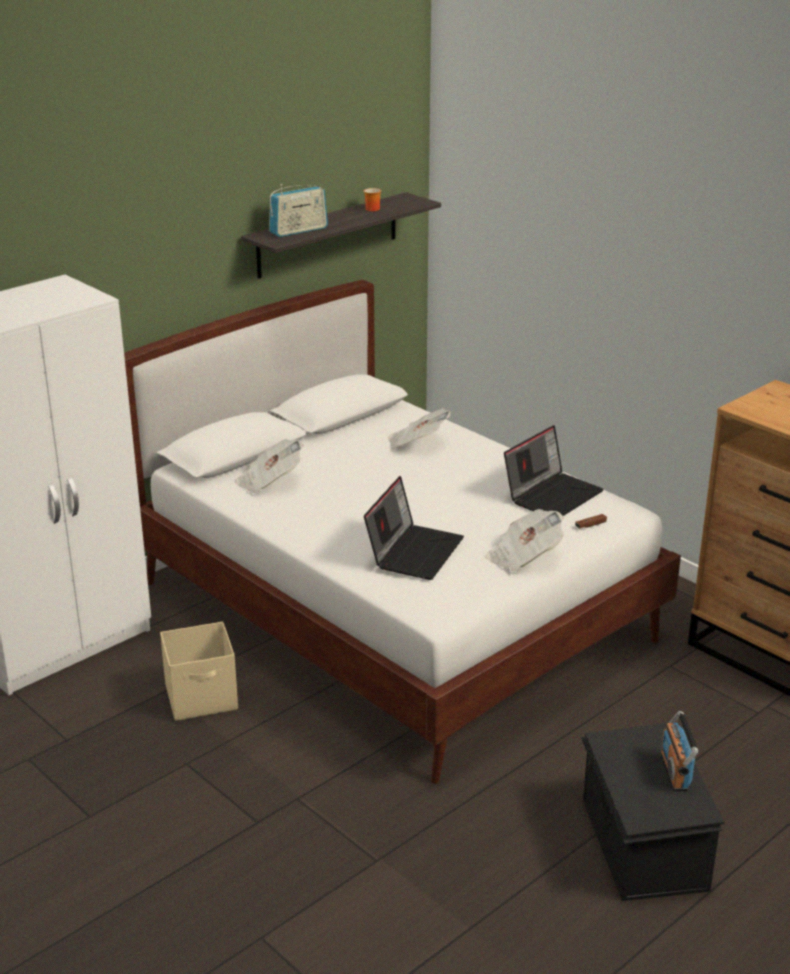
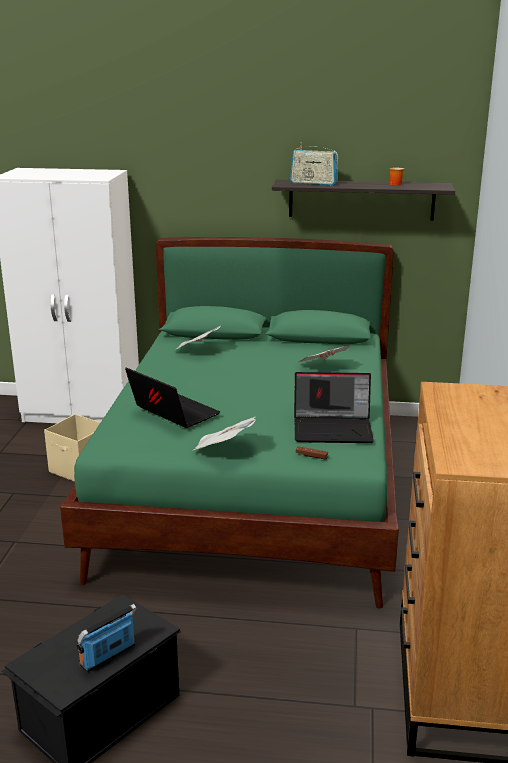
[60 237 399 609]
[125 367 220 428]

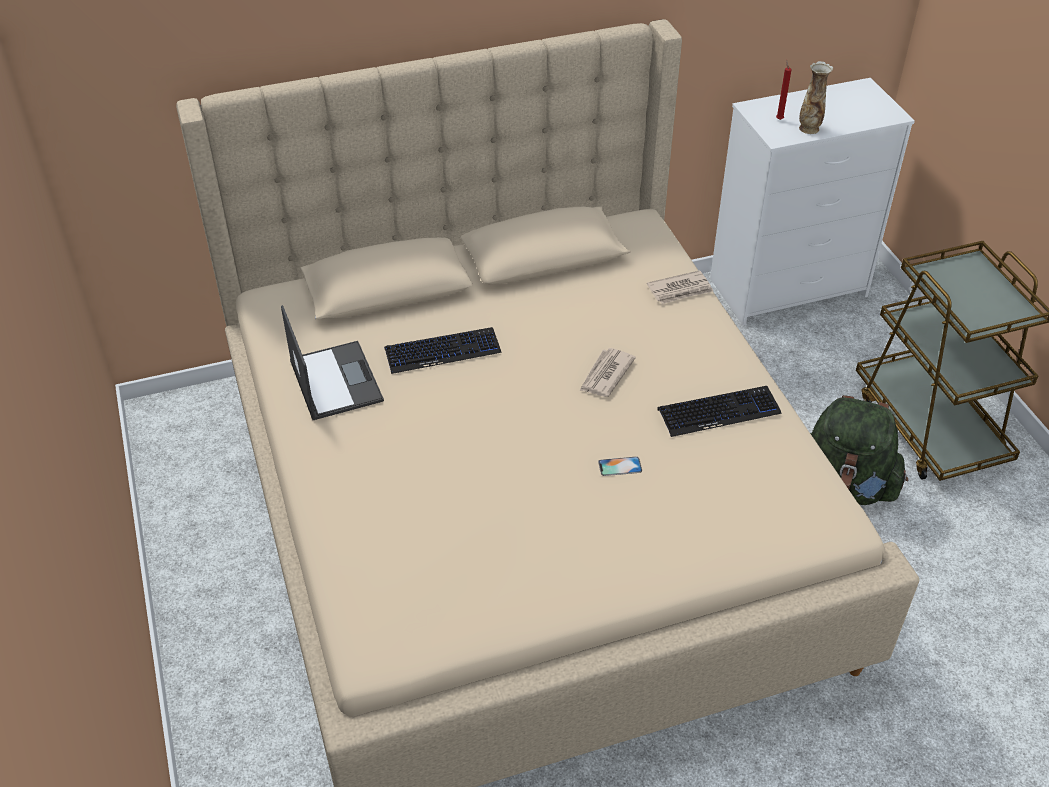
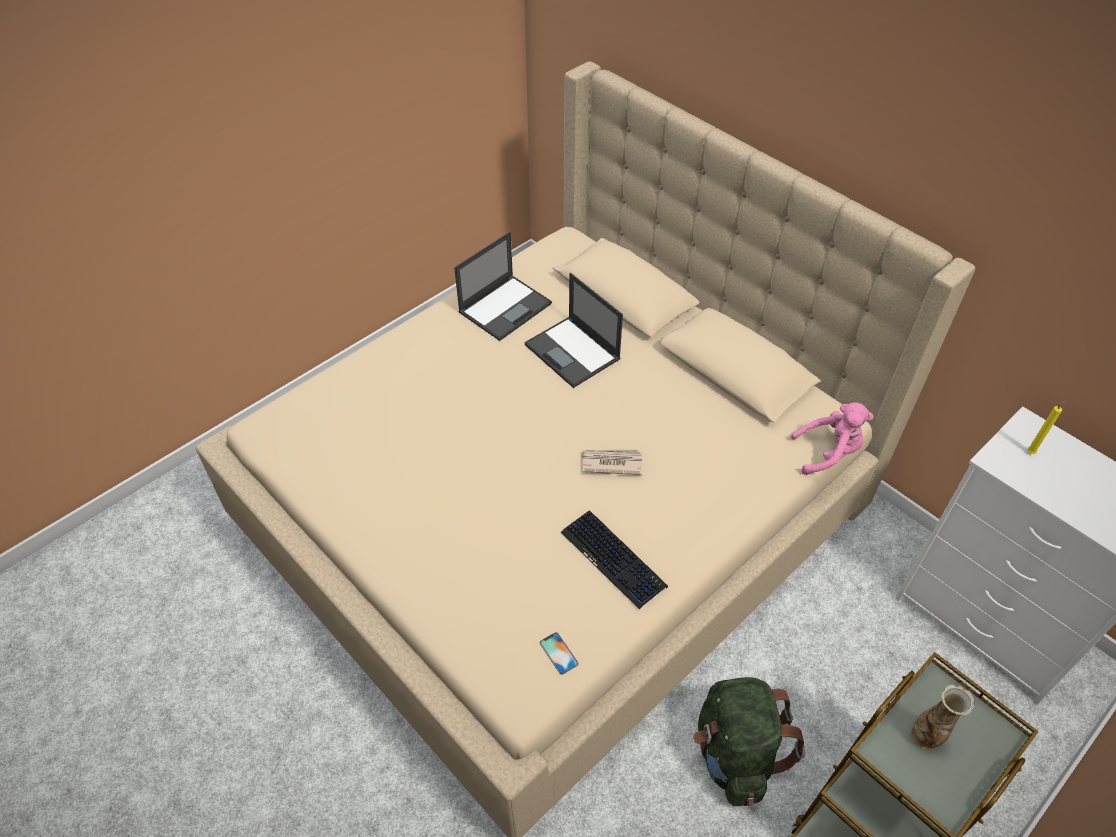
[647 270 713 304] (first image)
[791 403 873 475]
[540 632 579 675]
[911 684 974 751]
[525 273 623 388]
[1027 399 1066 454]

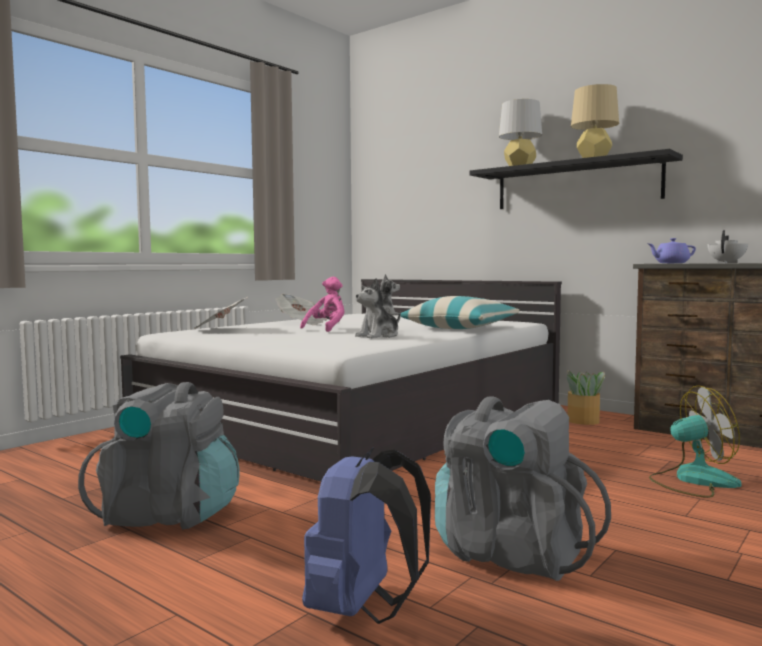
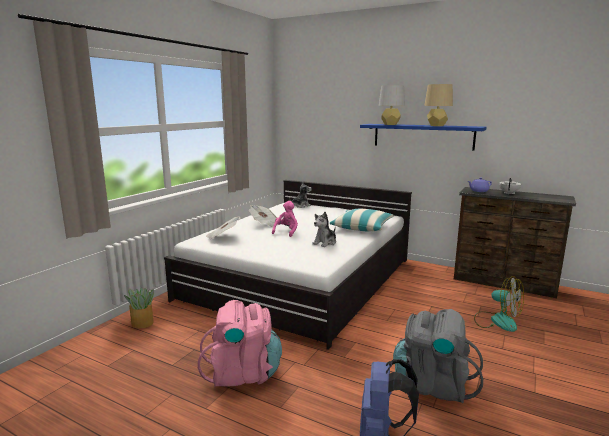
[124 287 154 328]
[198 300 282 387]
[360 124 486 150]
[474 276 524 332]

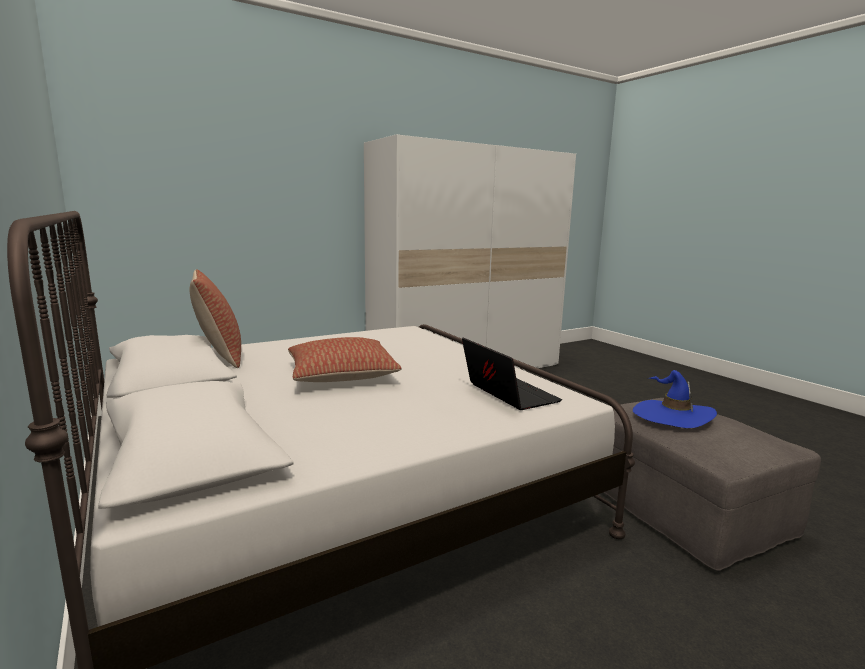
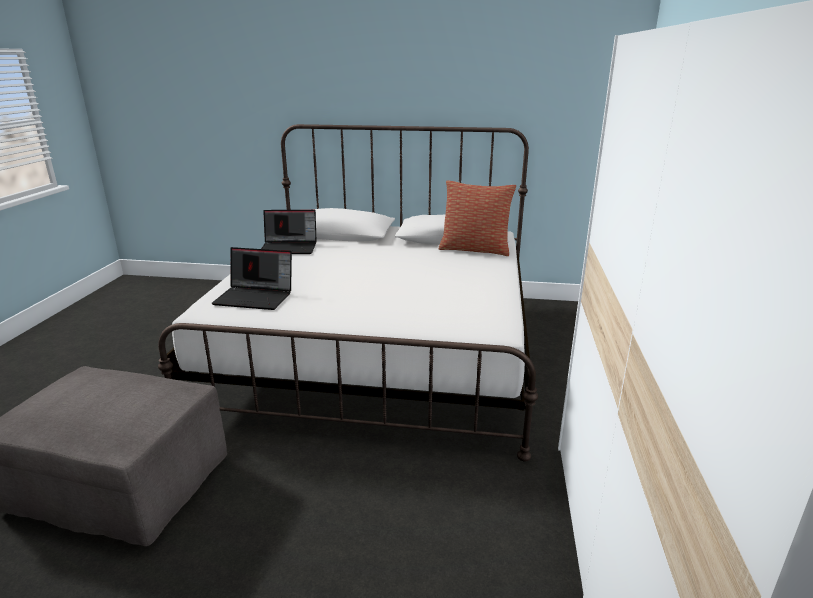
[288 337 401 382] (first image)
[633 370 717 428] (first image)
[261 210 317 254]

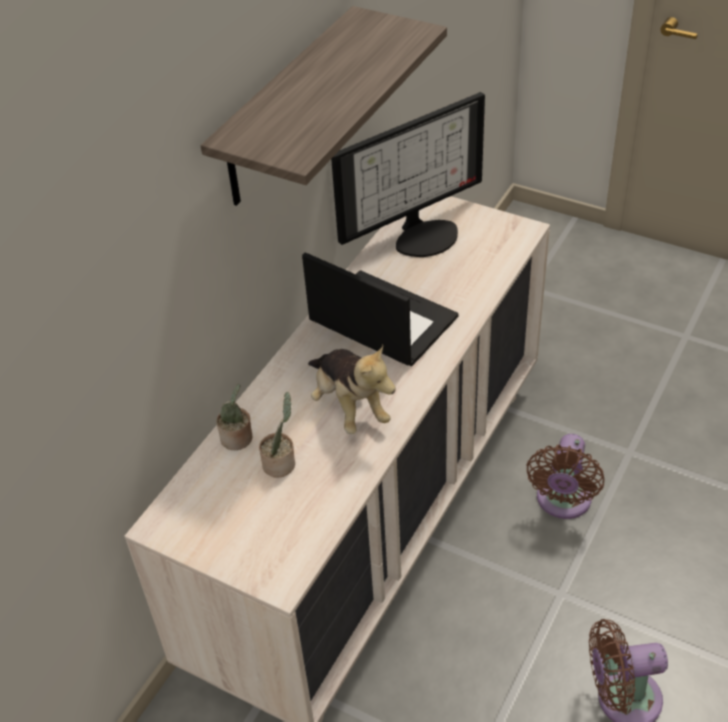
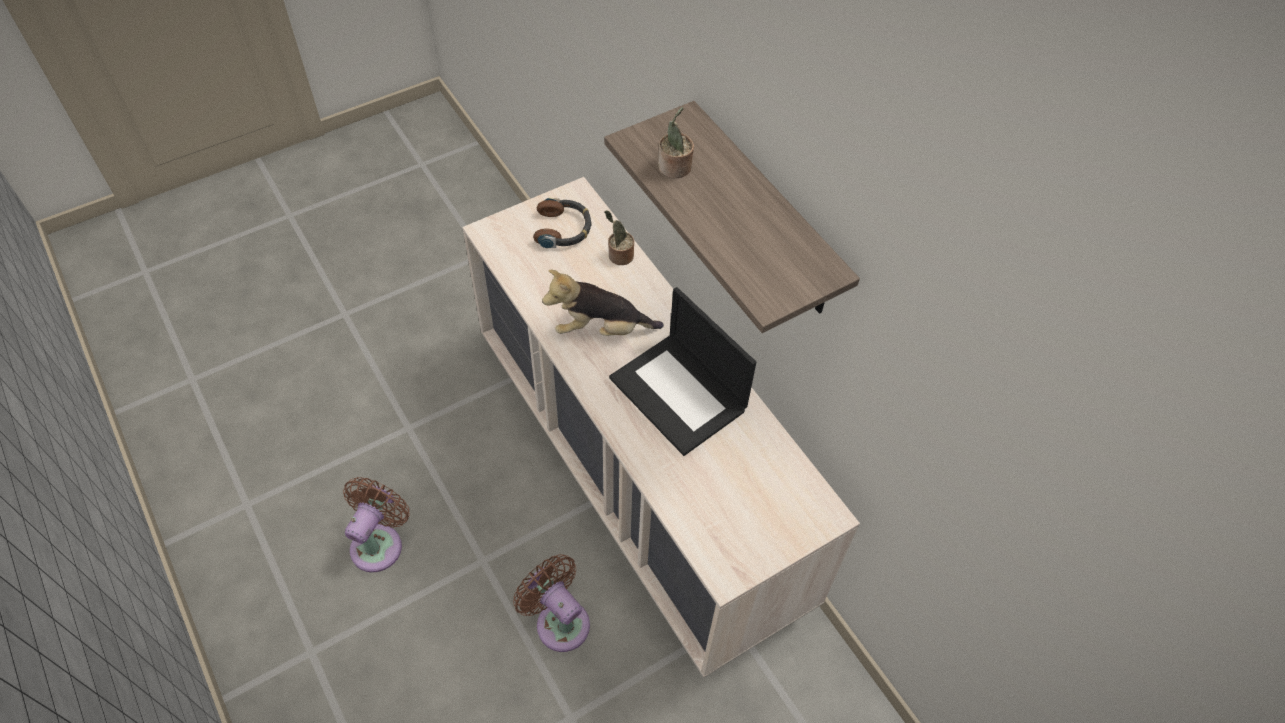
[331 92 485 257] (first image)
[533 197 592 248]
[658 107 694 178]
[609 287 756 456]

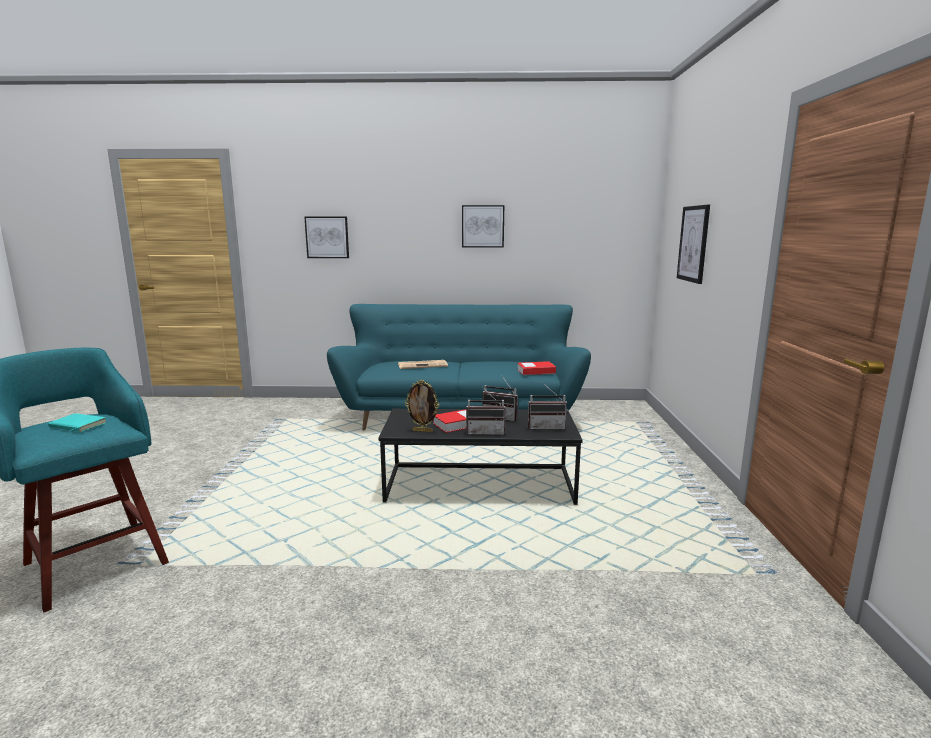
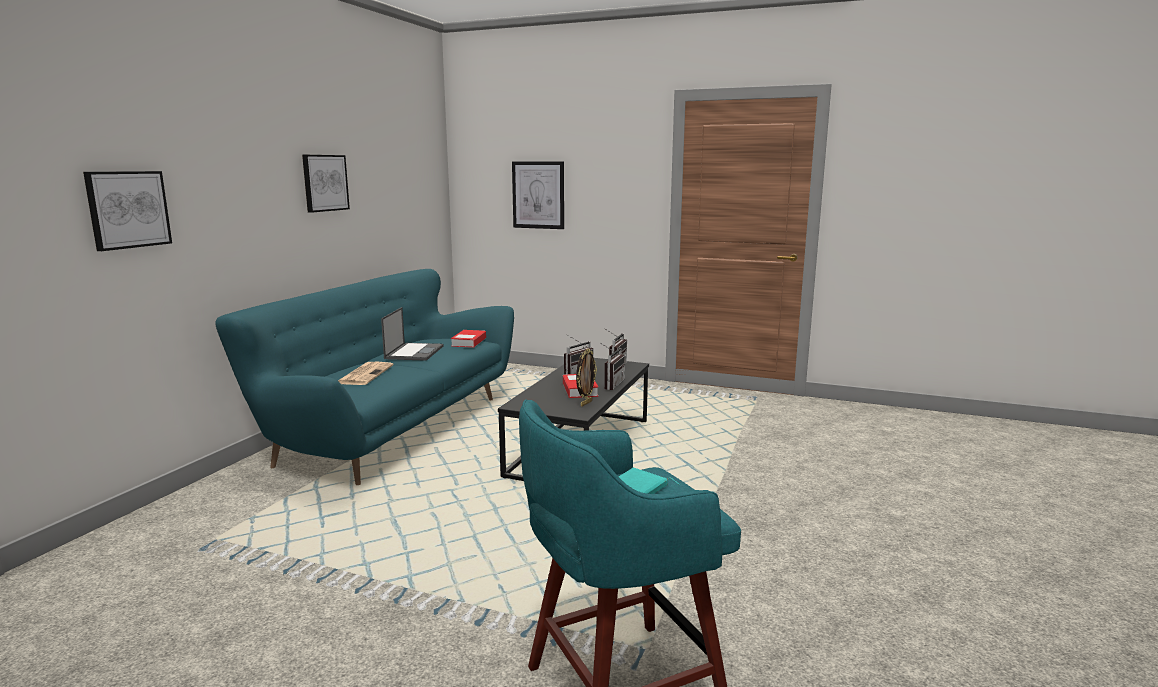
[381 307 444 361]

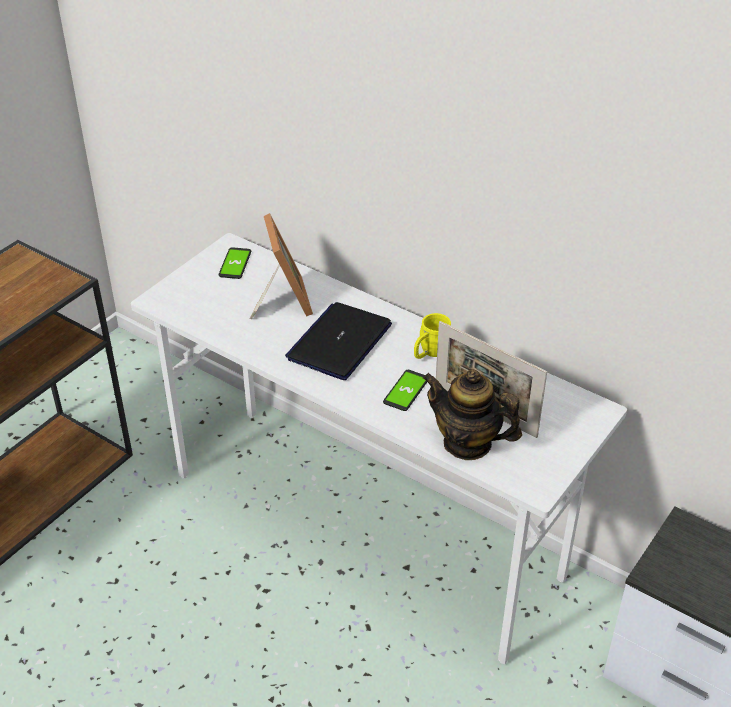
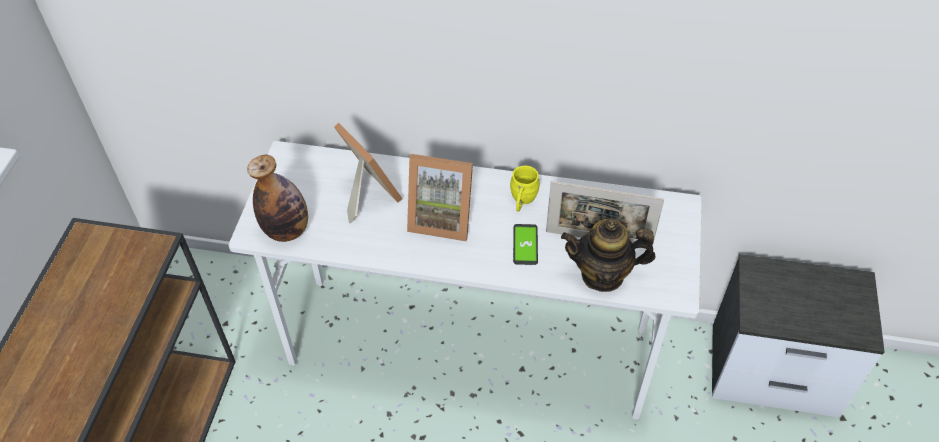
[218 247 251 279] (first image)
[247 155 308 242]
[407 154 473 241]

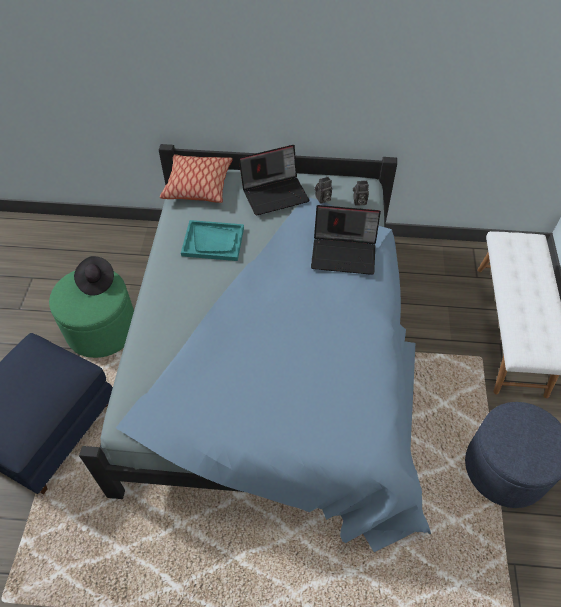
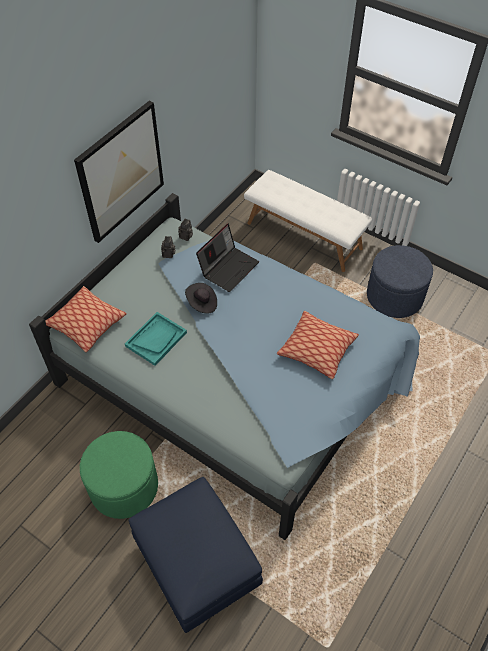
[239 145 309 216] (first image)
[74 101 164 243]
[277 311 359 379]
[185 283 217 314]

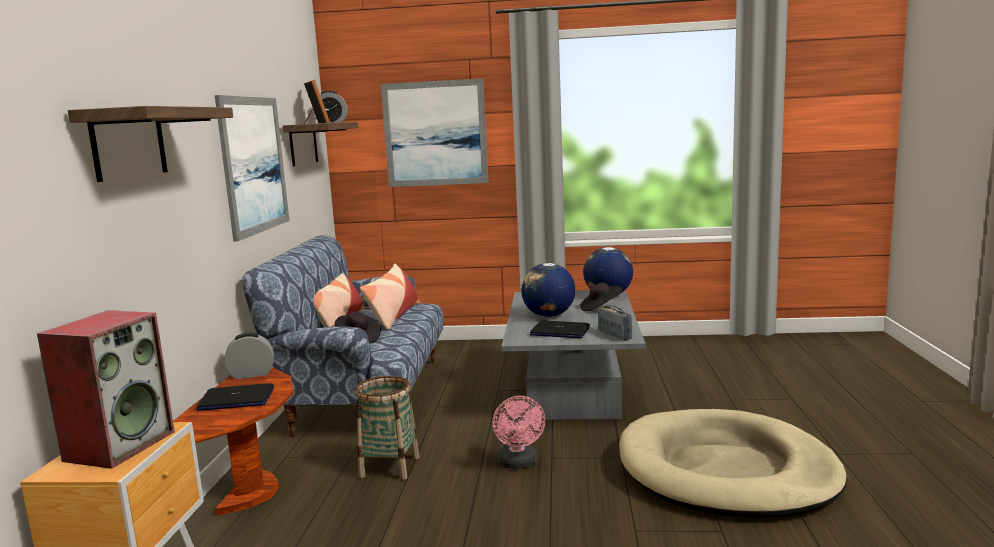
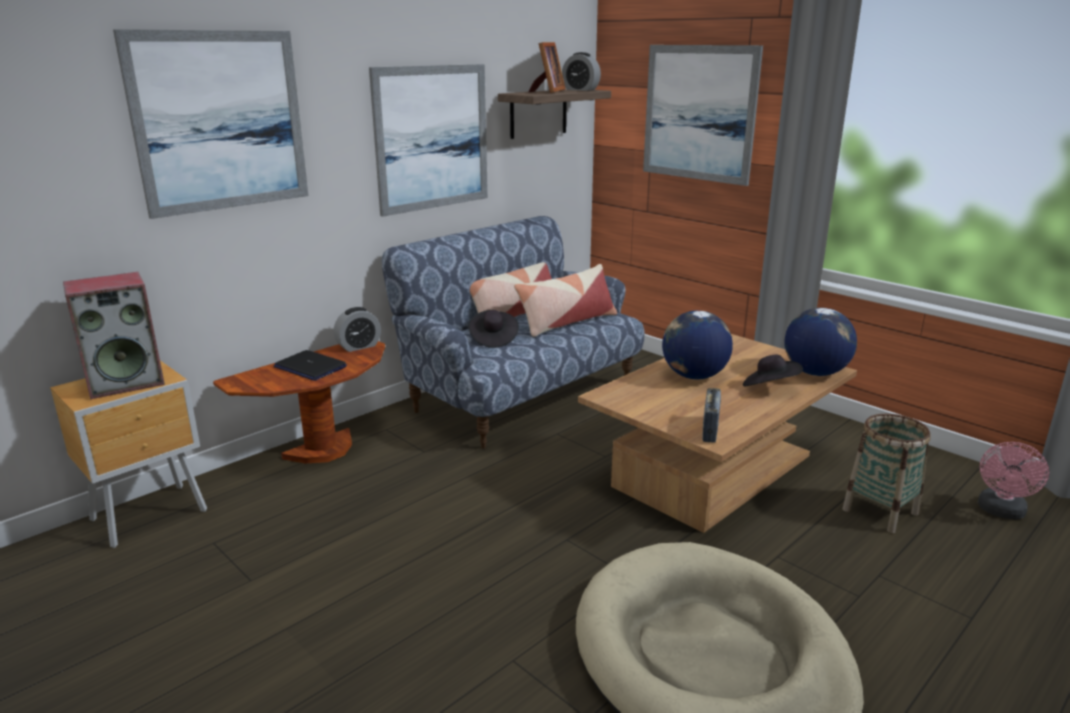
[530 321 590 338] (first image)
[842 414 931 533]
[978 442 1049 520]
[113 29 309 219]
[578 334 857 533]
[334 307 381 352]

